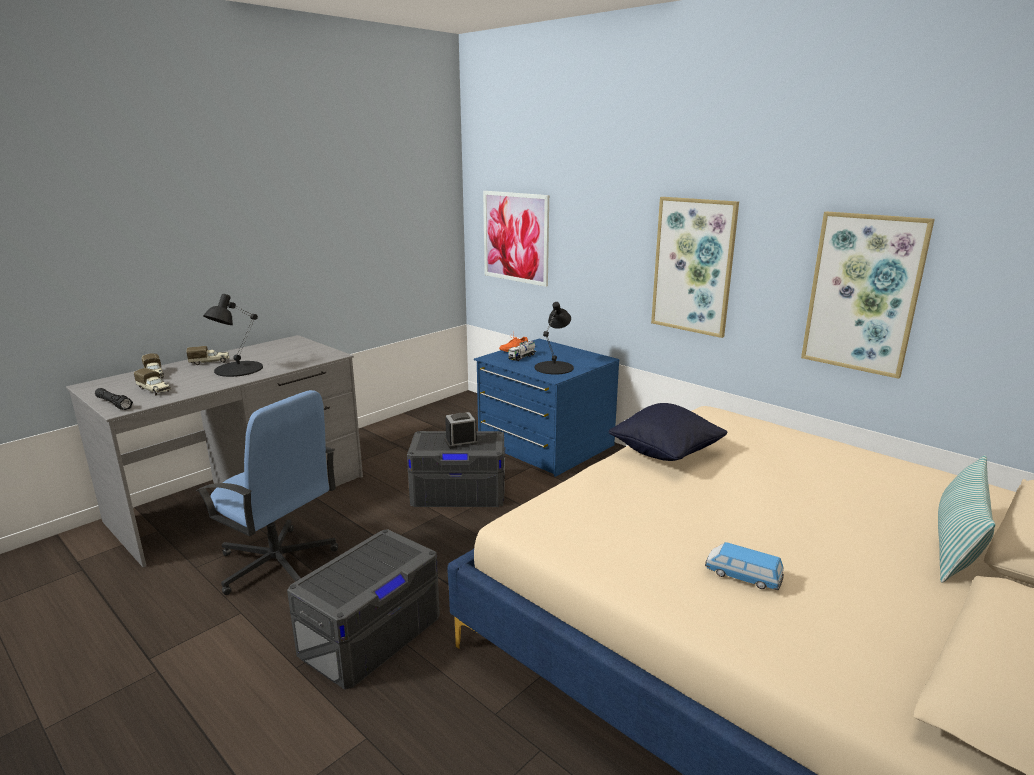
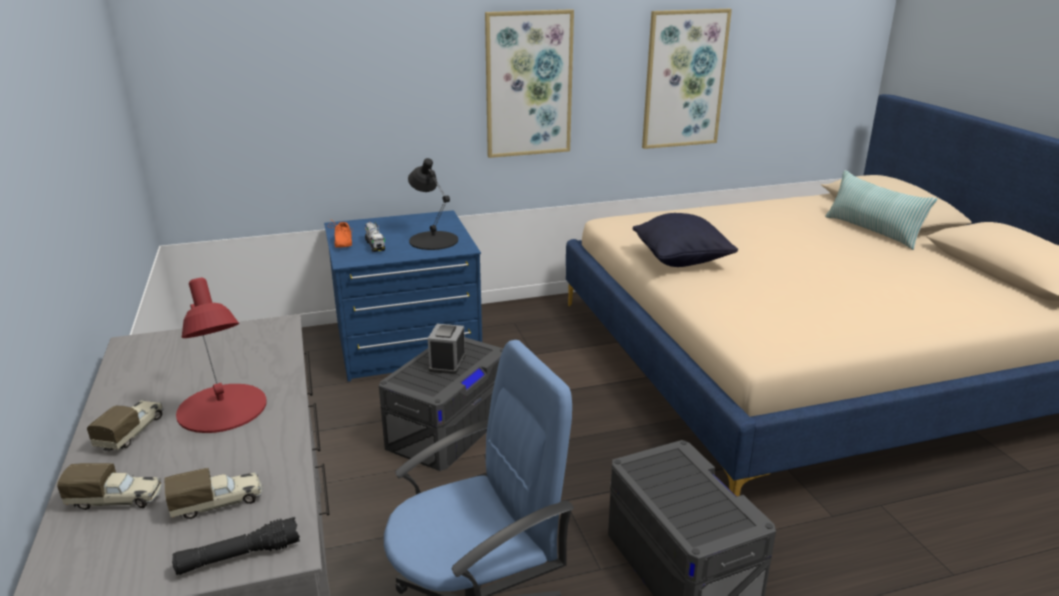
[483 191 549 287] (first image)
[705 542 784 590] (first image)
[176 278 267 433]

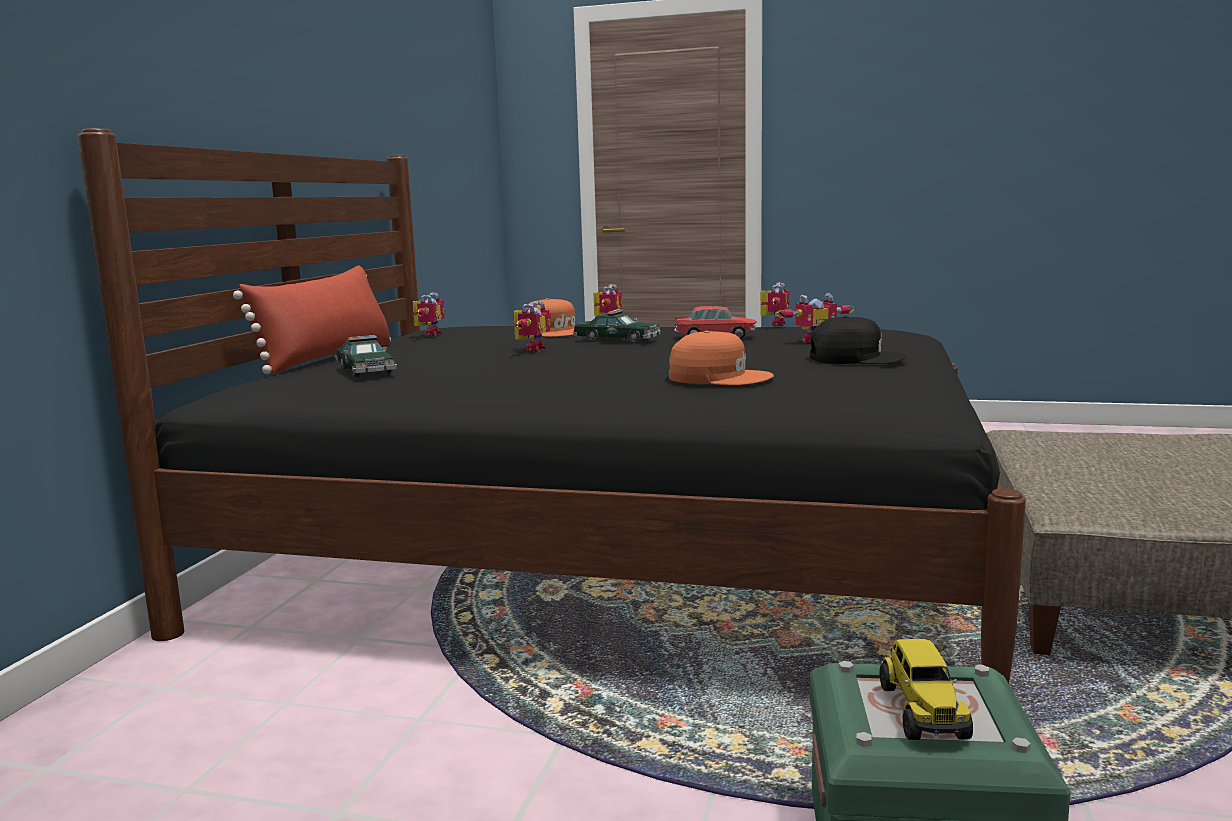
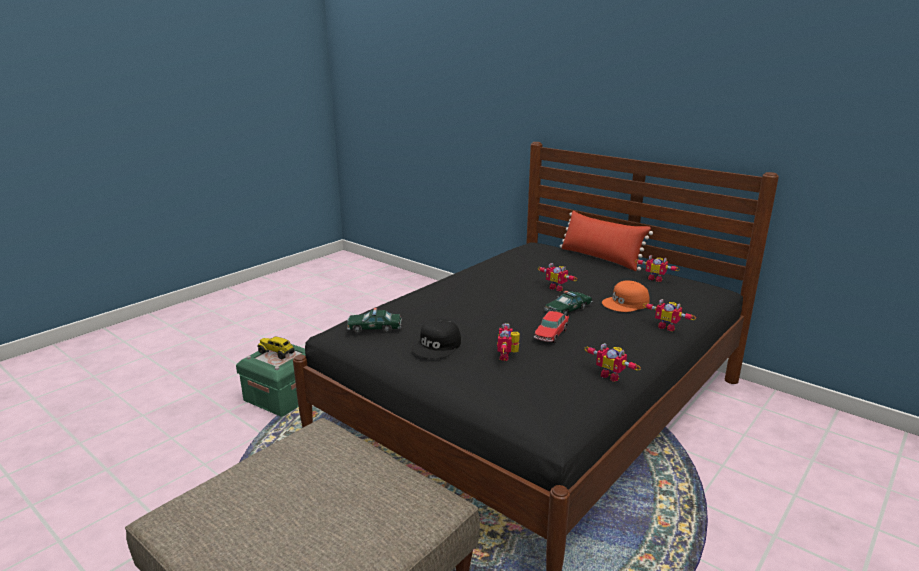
[669 331 774 385] (first image)
[347 308 402 333]

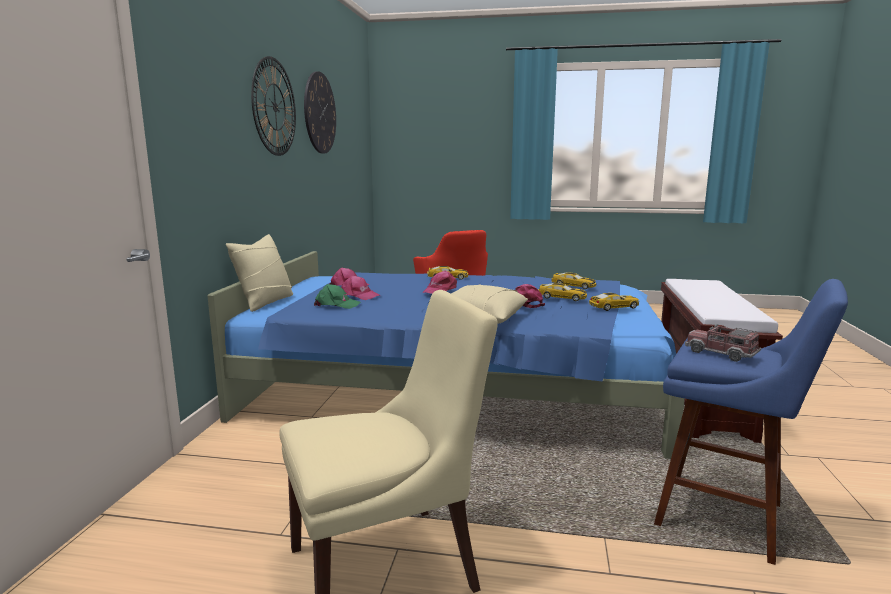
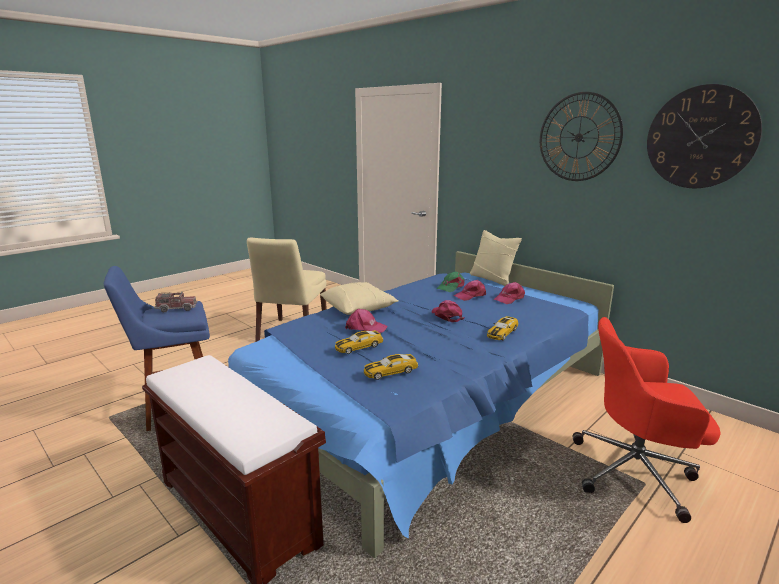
[589 293 639 311] (first image)

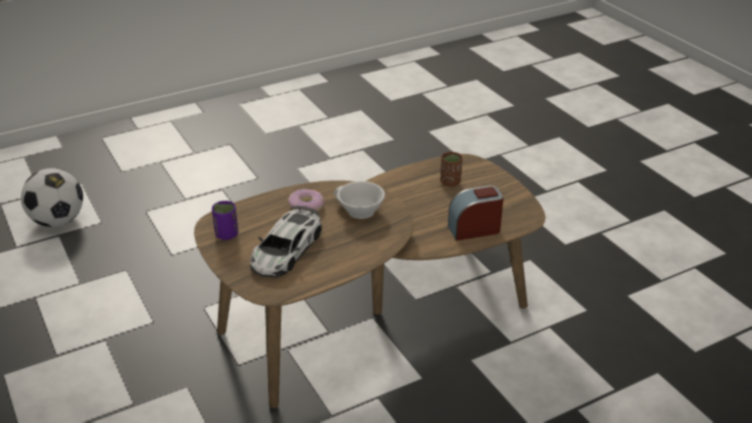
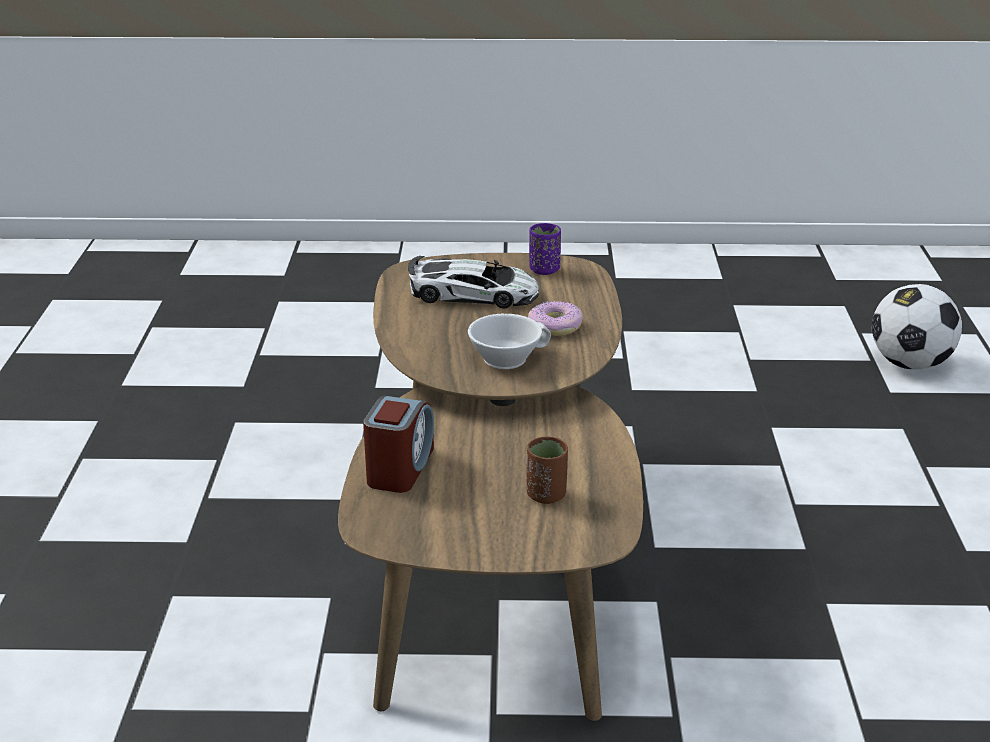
[408 256 539 308]

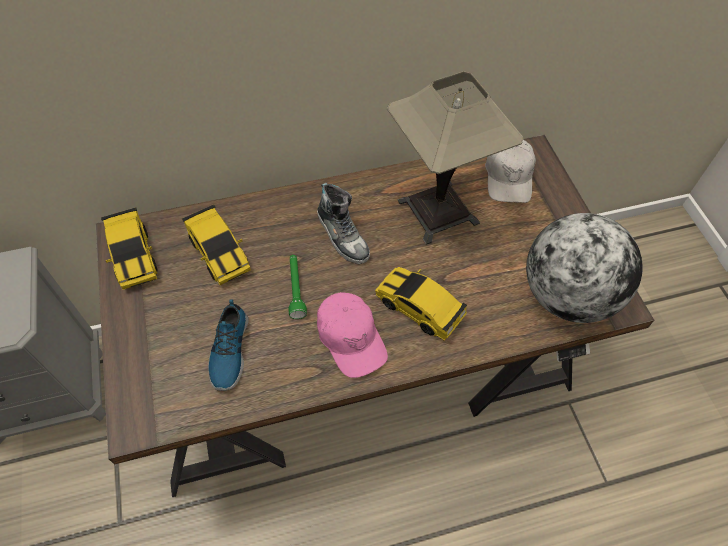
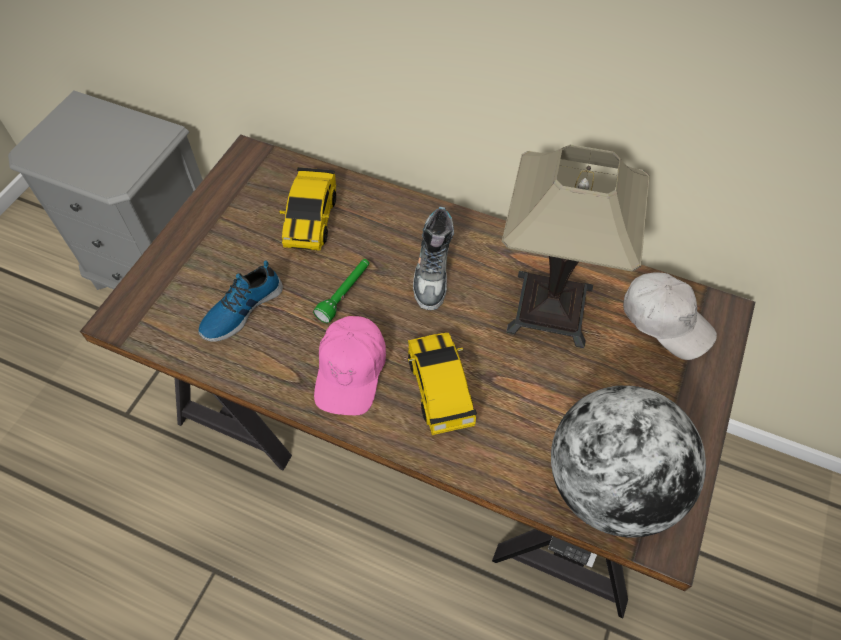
[101 207 157 290] (first image)
[623 273 717 360]

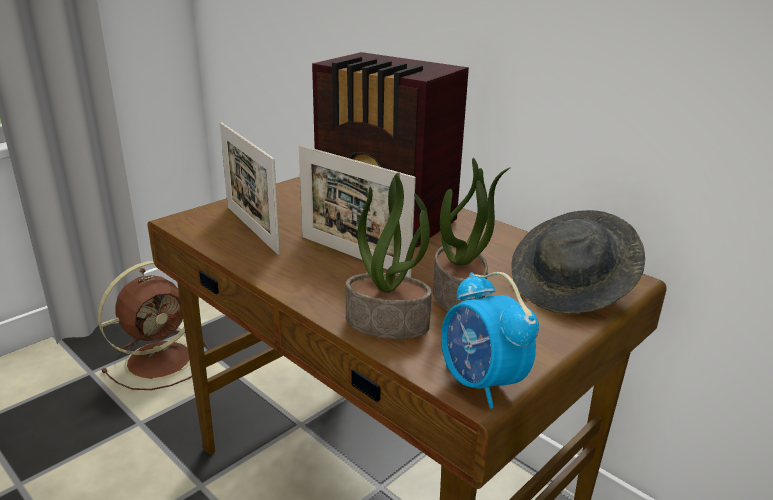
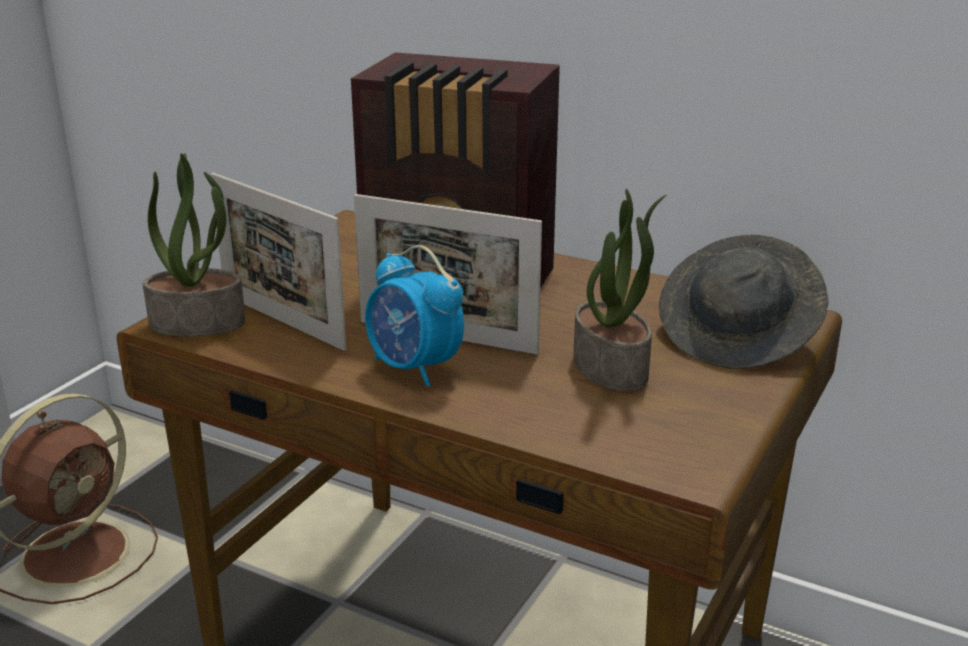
[143 153 246 337]
[365 245 464 387]

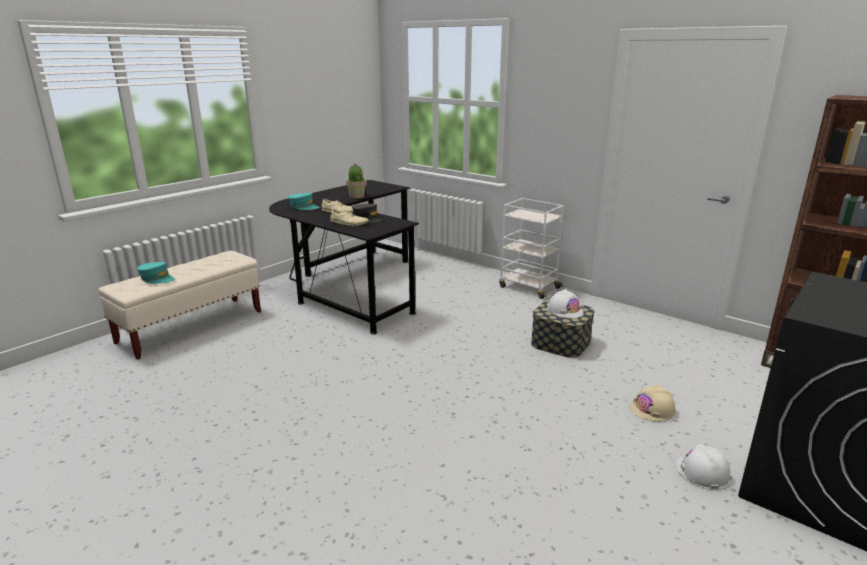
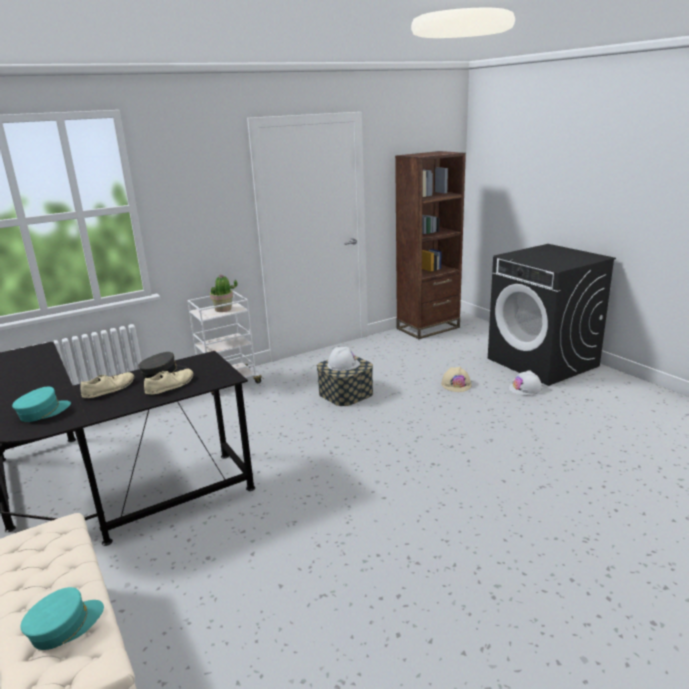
[210 274 237 312]

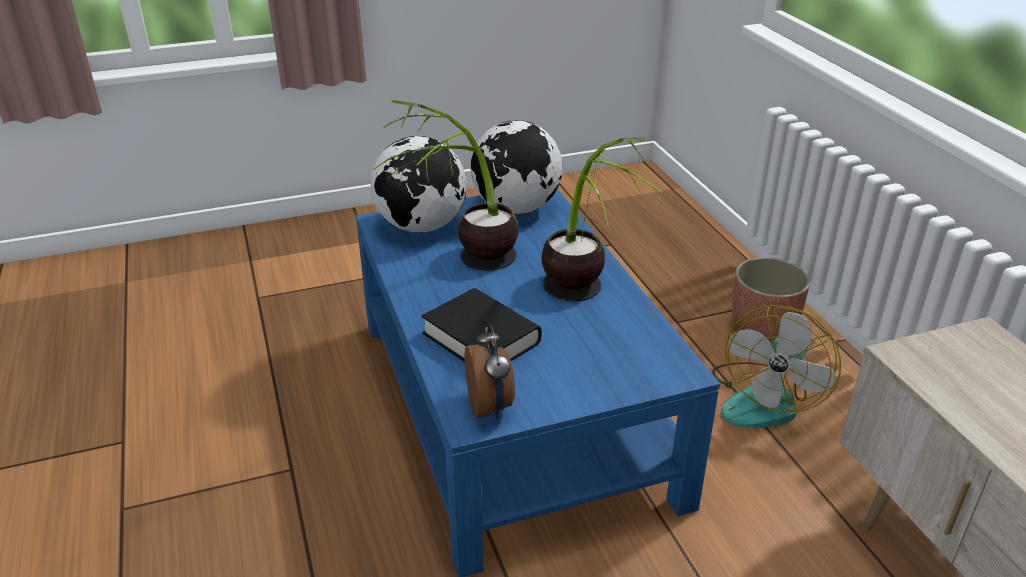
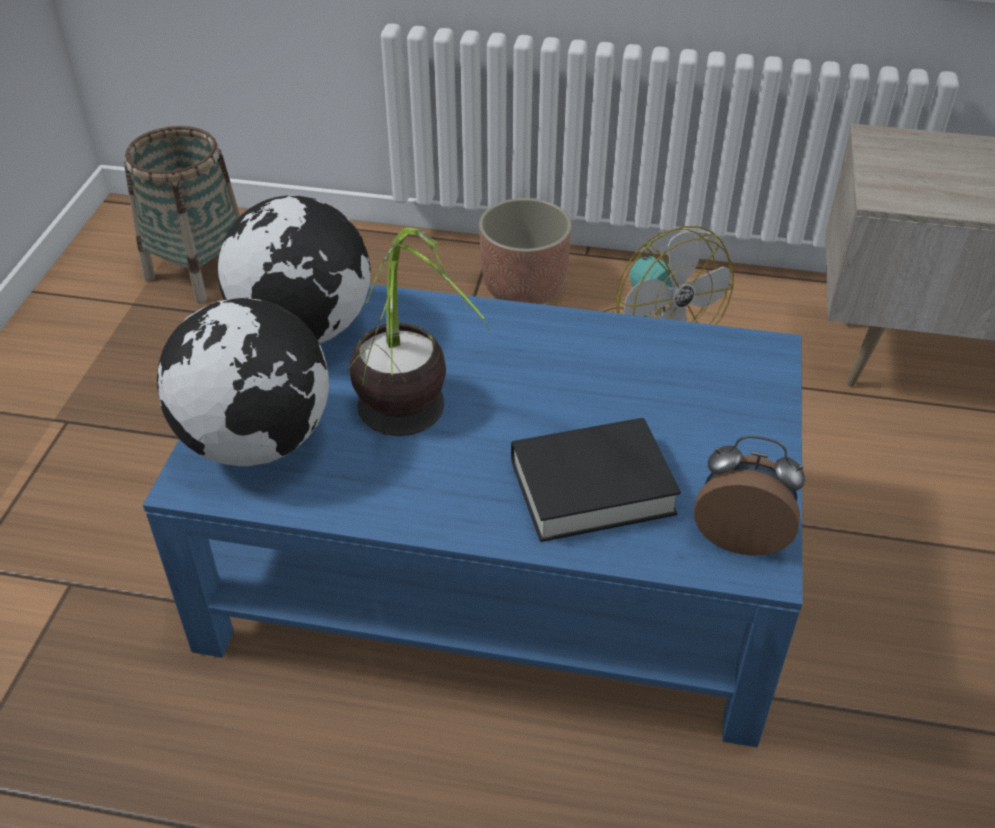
[542 138 663 302] (first image)
[124 126 240 303]

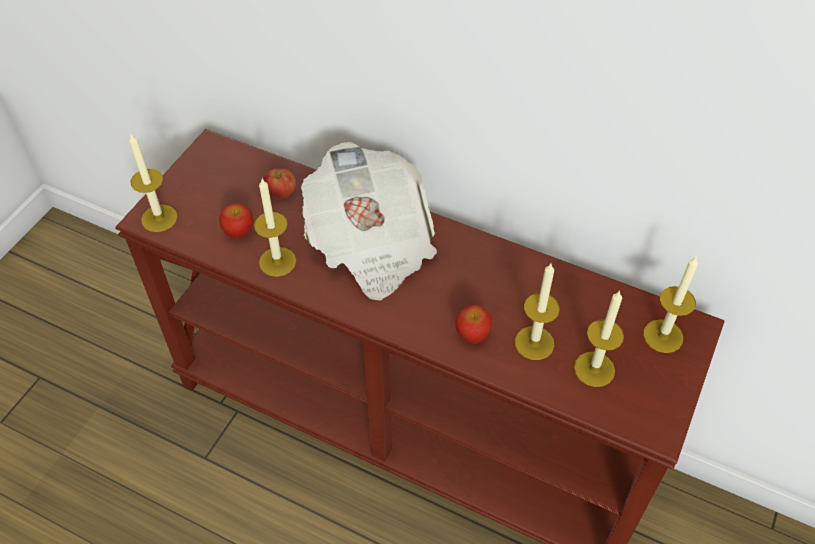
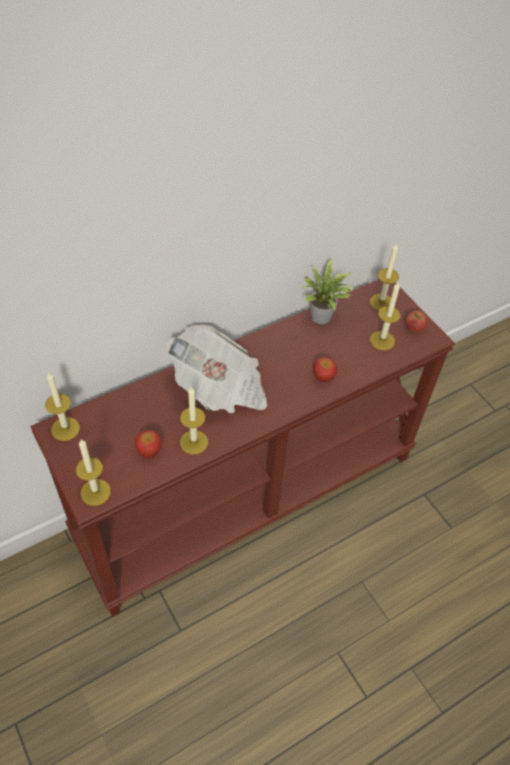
[301 259 355 324]
[405 310 428 333]
[45 373 80 441]

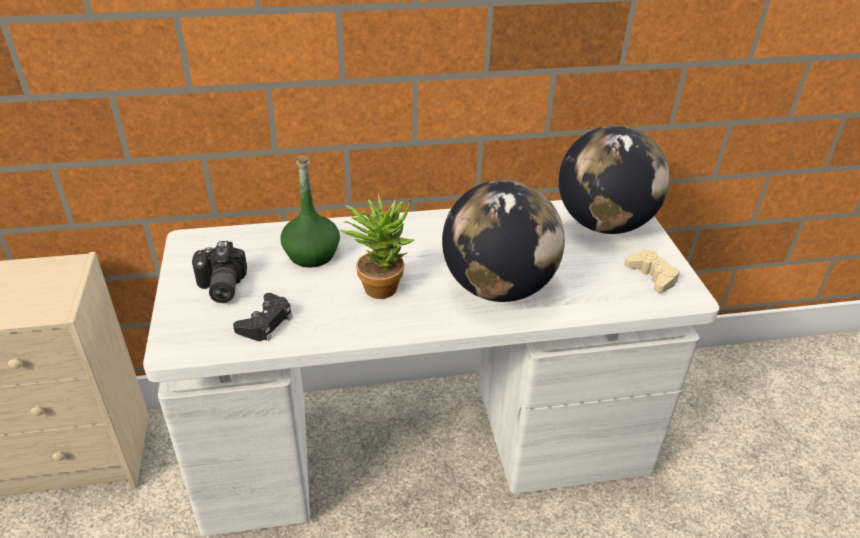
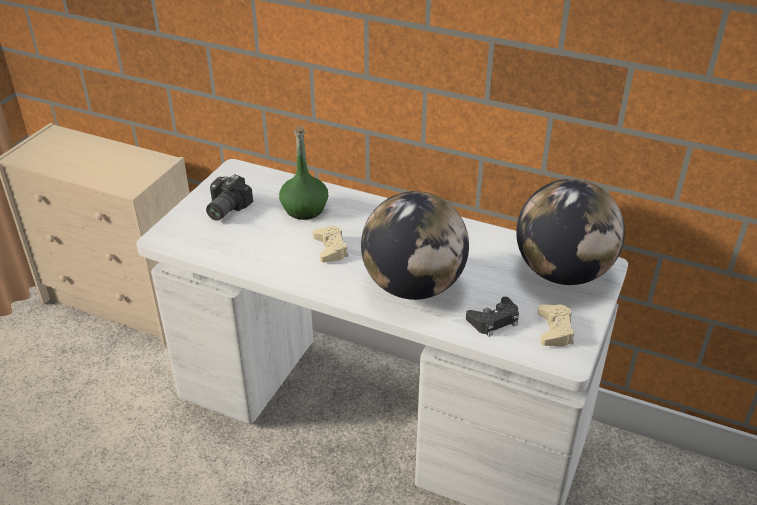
[466 297 519 337]
[313 226 348 262]

